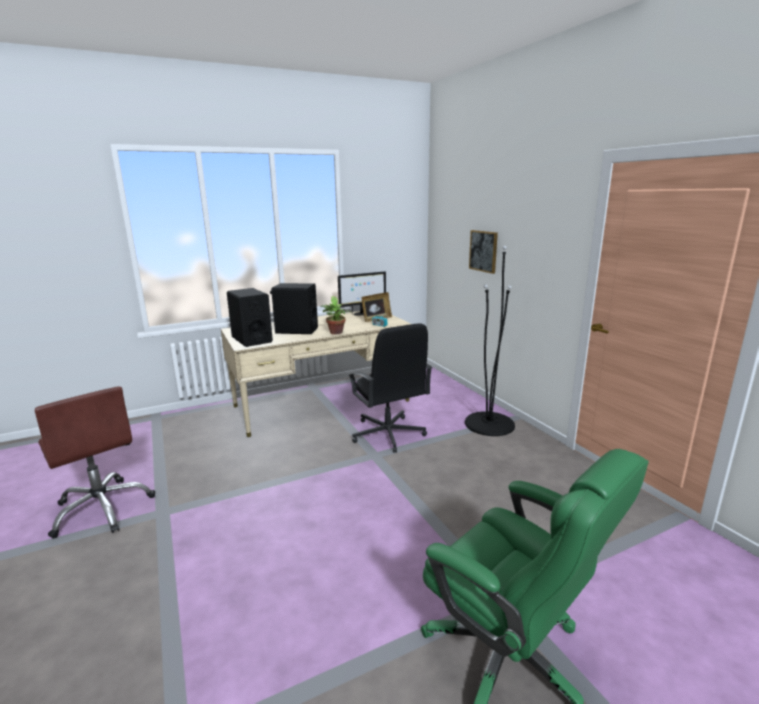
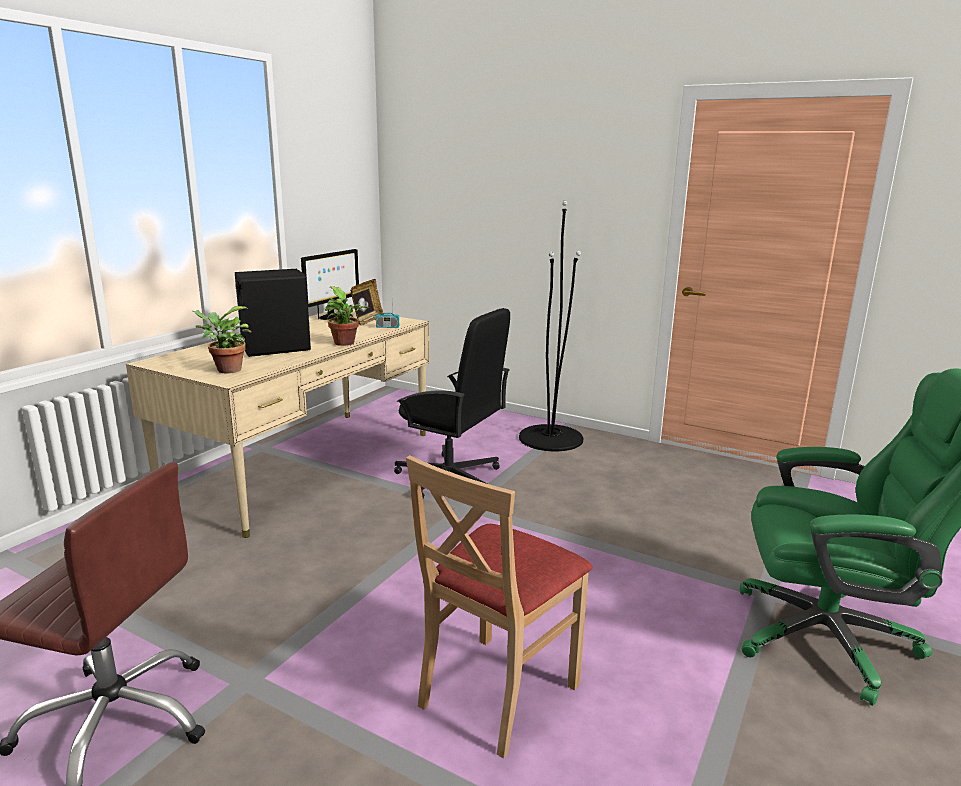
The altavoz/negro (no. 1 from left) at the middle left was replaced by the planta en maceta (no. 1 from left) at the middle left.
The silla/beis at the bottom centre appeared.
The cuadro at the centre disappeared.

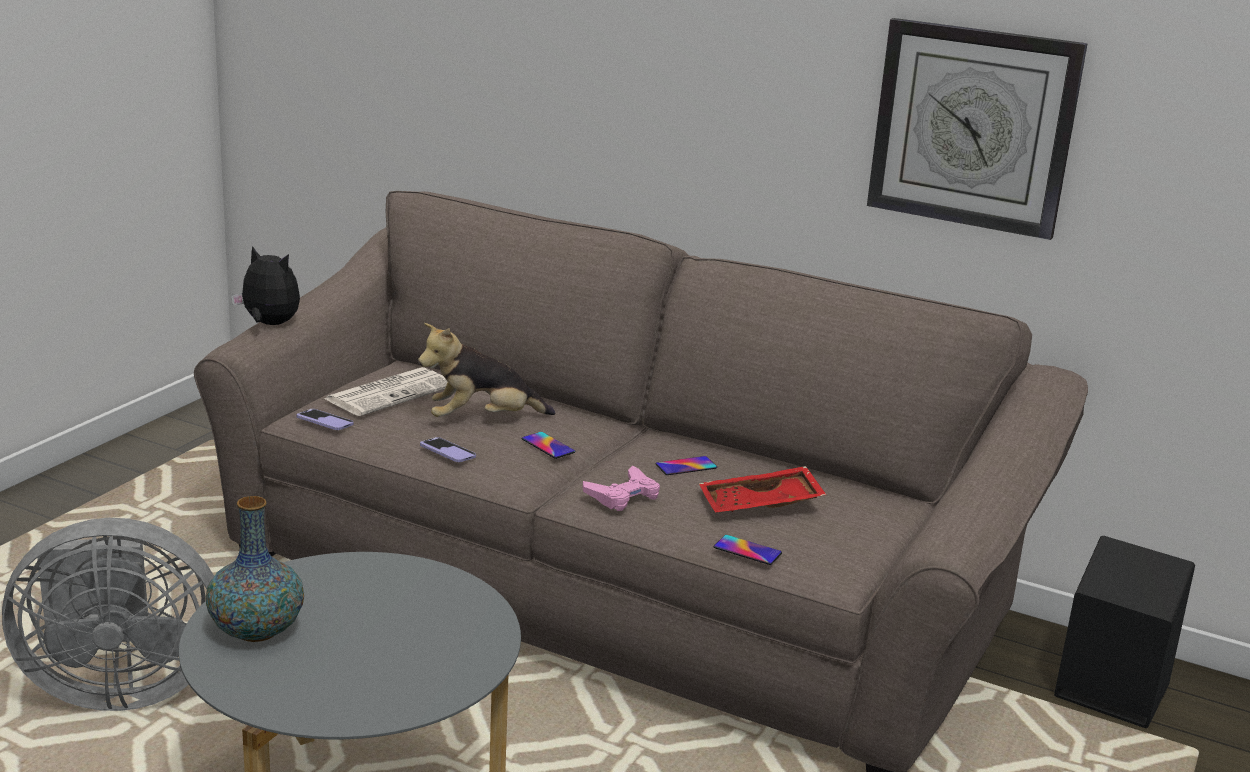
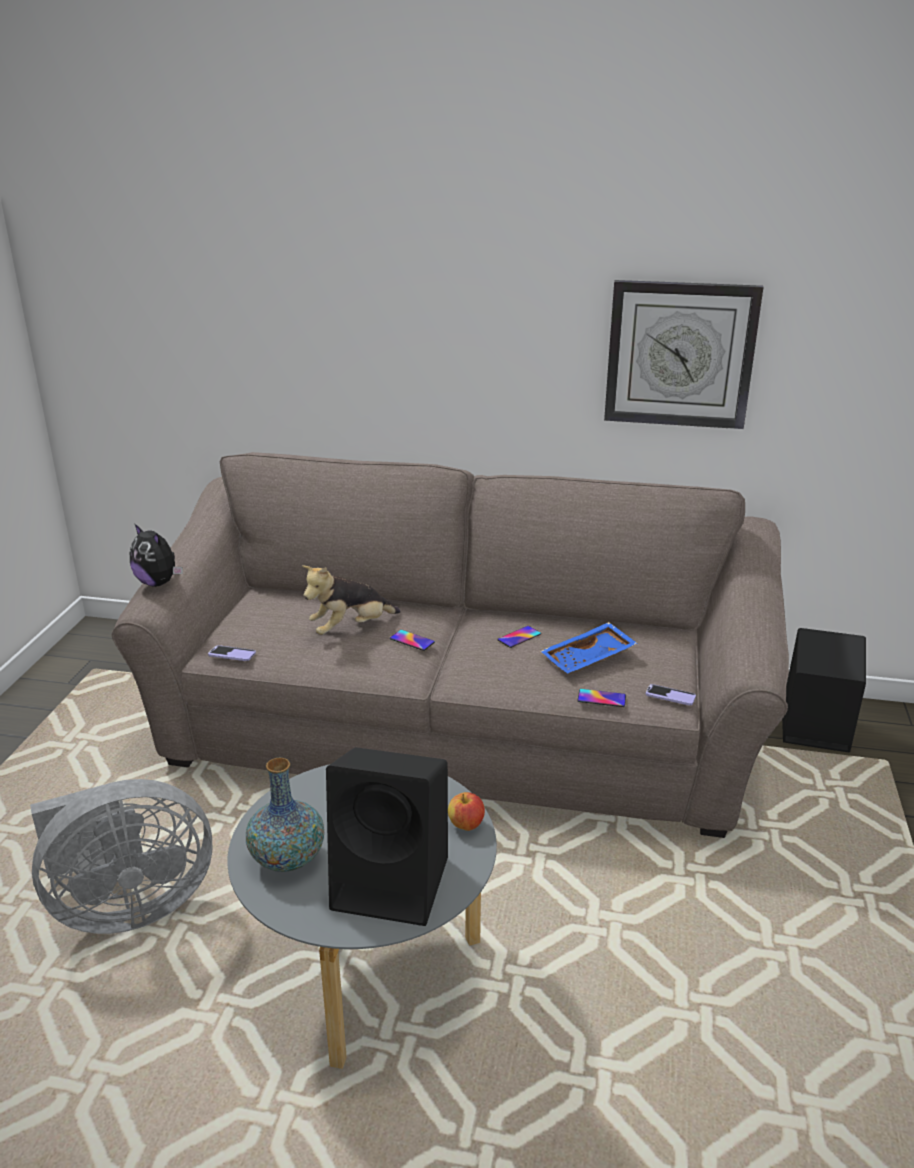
The peluche (no. 1 from left) at the middle left turned 150 degrees counterclockwise.
The altavoz/negro (no. 1 from left) at the bottom centre appeared.
The manzana at the bottom centre appeared.
The bandeja/rojo at the centre became the bandeja/azul at the centre.
The móvil (no. 2 from left in the first image) moved from the centre to the middle right.
The periódico at the middle left disappeared.
The mando de consola/rosa at the centre disappeared.

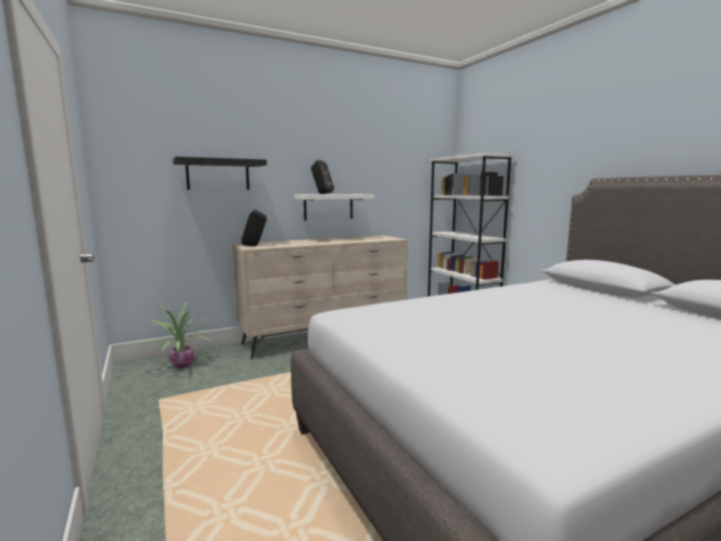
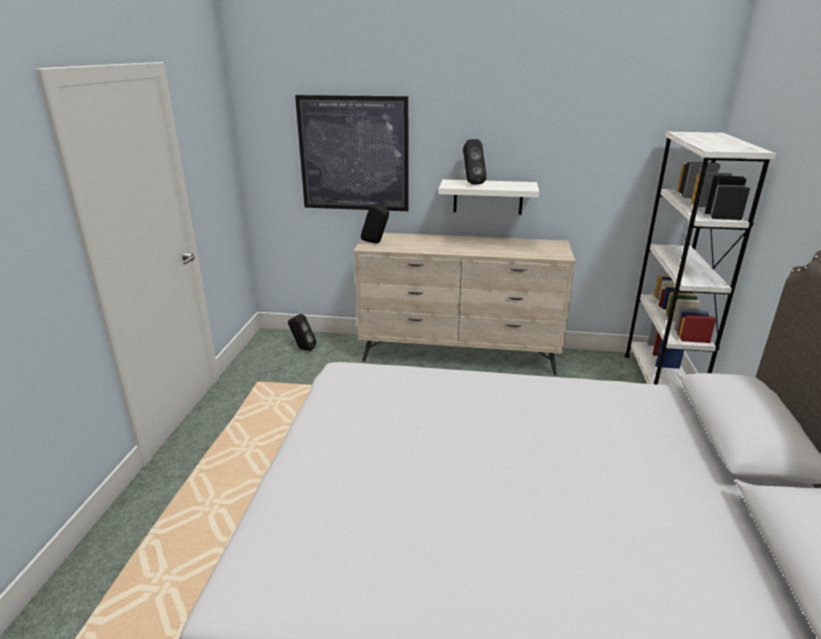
The planta en maceta at the middle left was replaced by the altavoz/negro (no. 1 from left) at the centre.
The estante/negro at the top left was replaced by the cuadro at the top centre.

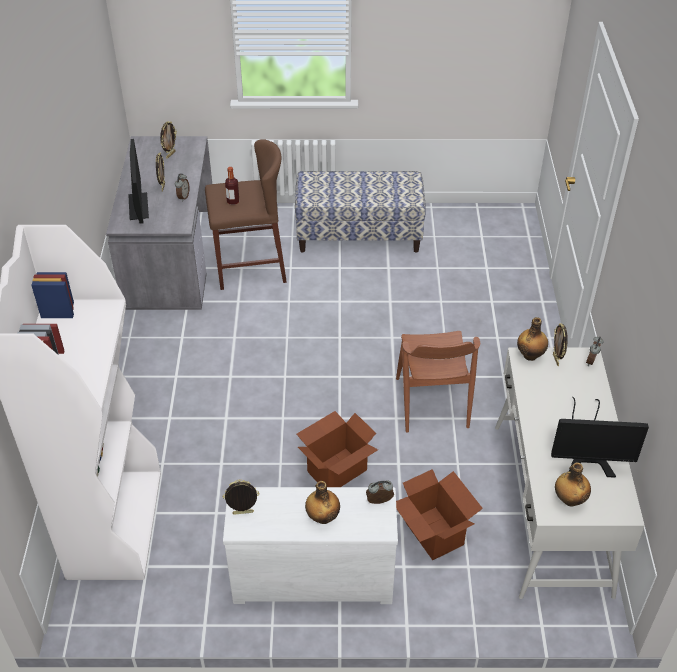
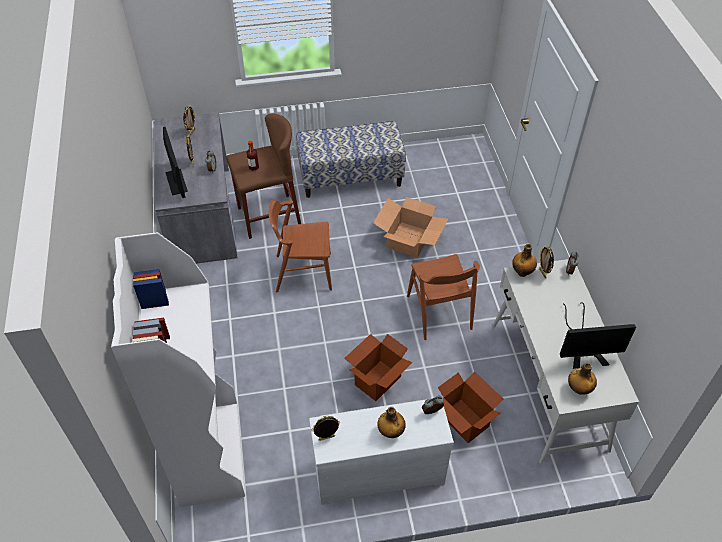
The silla/marrón (no. 1 from left) at the centre appeared.
The caja de cartón (no. 2 from left) at the centre appeared.

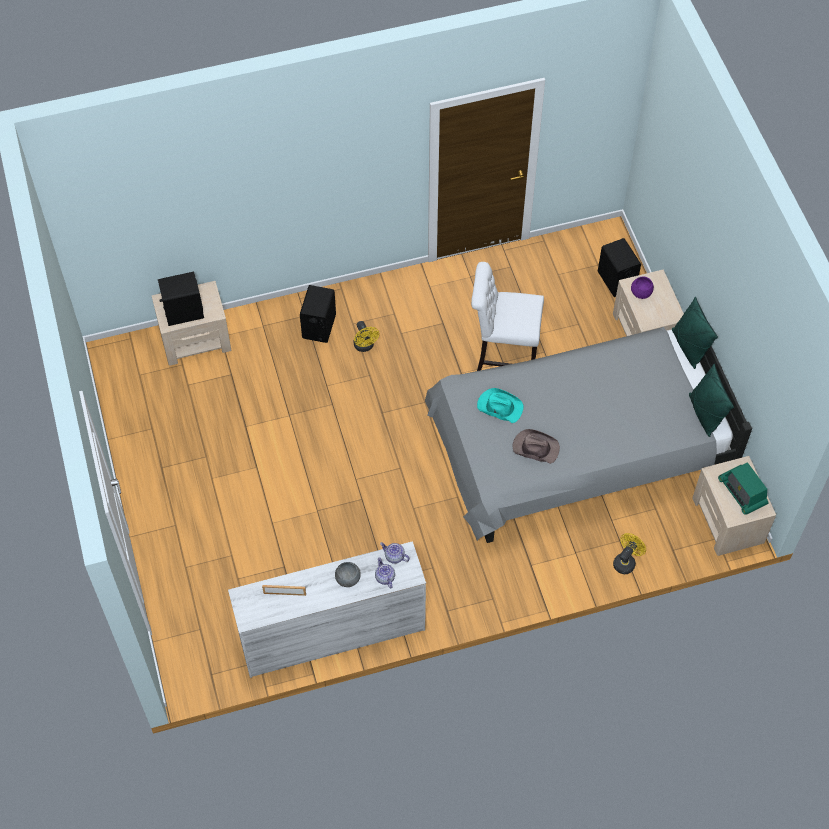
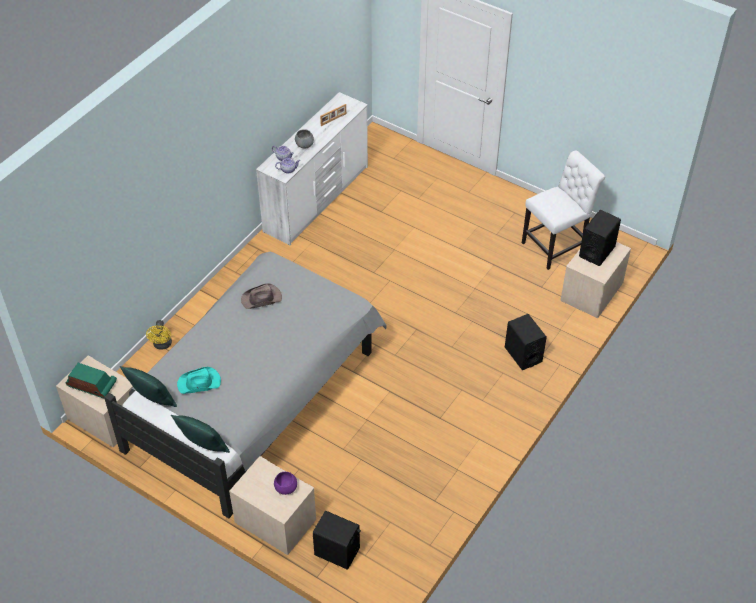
The sombrero/turquesa moved from the centre to the middle left.
The silla/blanco moved from the centre to the middle right.
The ventilador/amarillo (no. 1 from left) at the centre disappeared.

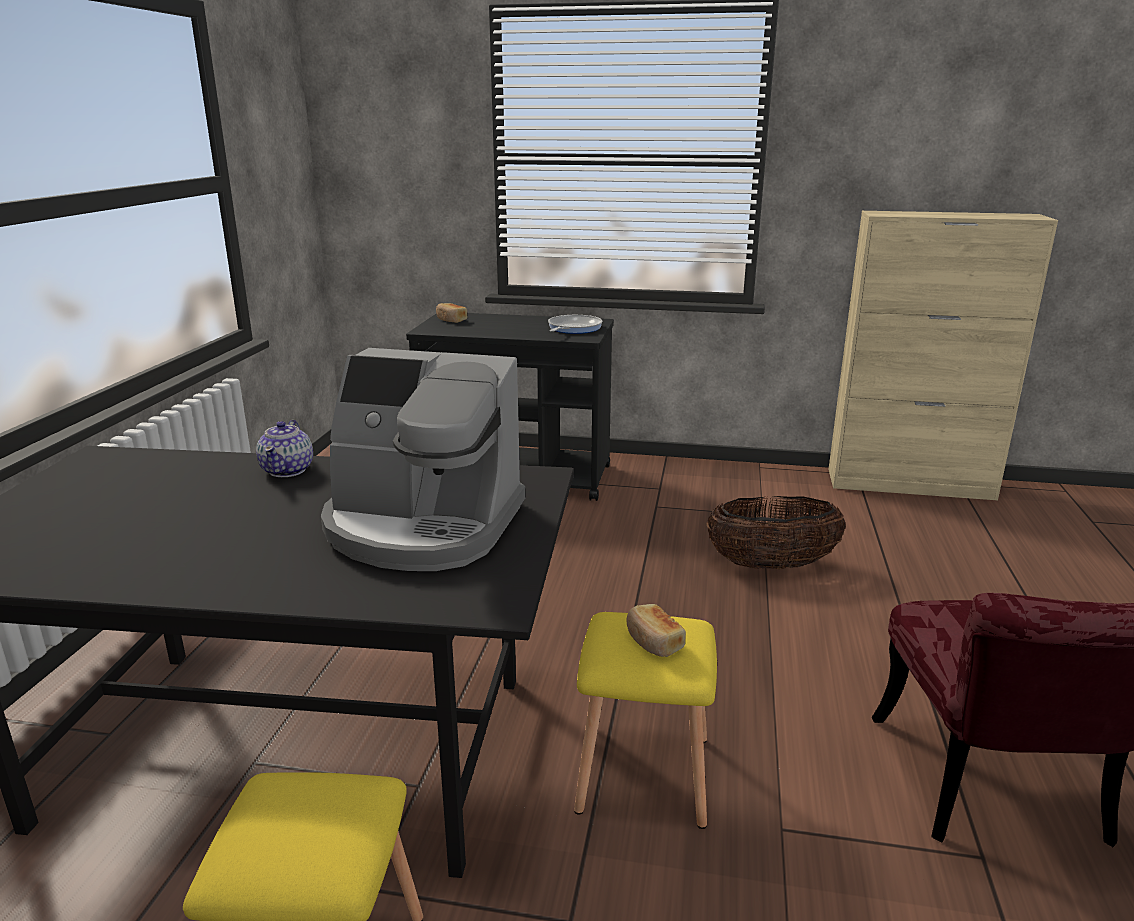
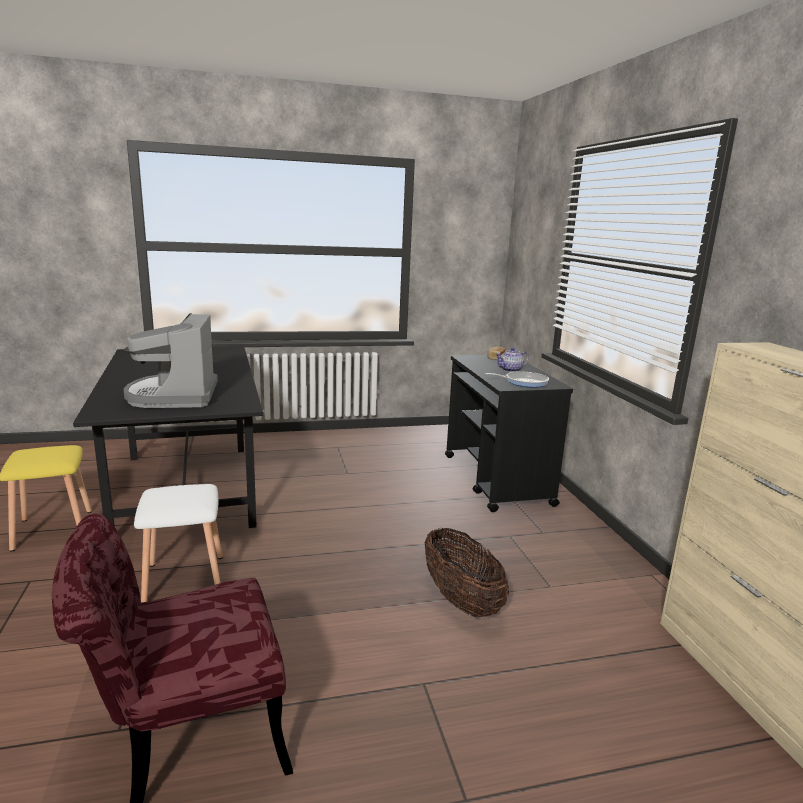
The taburete/amarillo (no. 2 from left) at the bottom centre became the taburete/blanco at the bottom left.
The tetera moved from the middle left to the centre.
The pan (no. 2 from left) at the bottom centre disappeared.

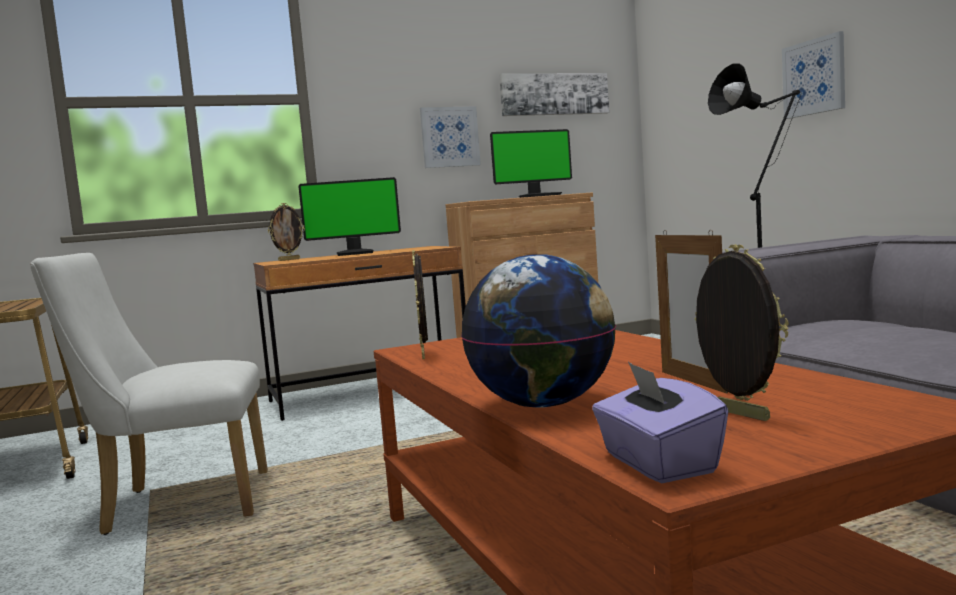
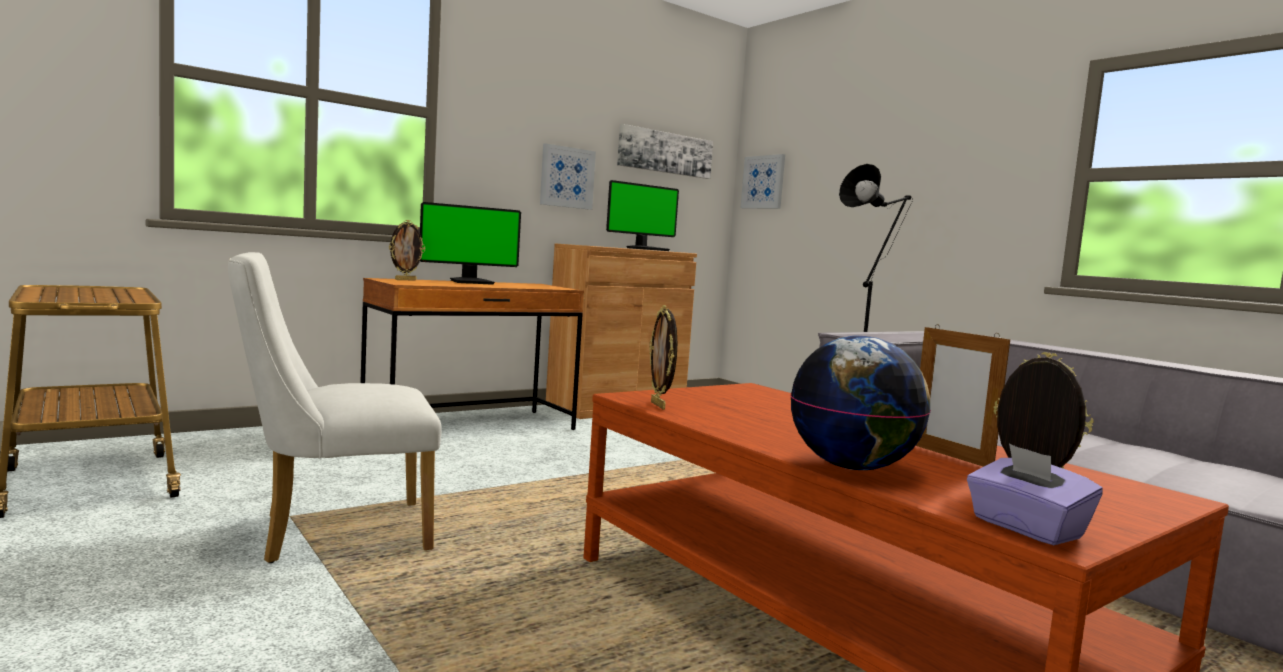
The cuadro (no. 3 from left) moved from the top right to the top centre.

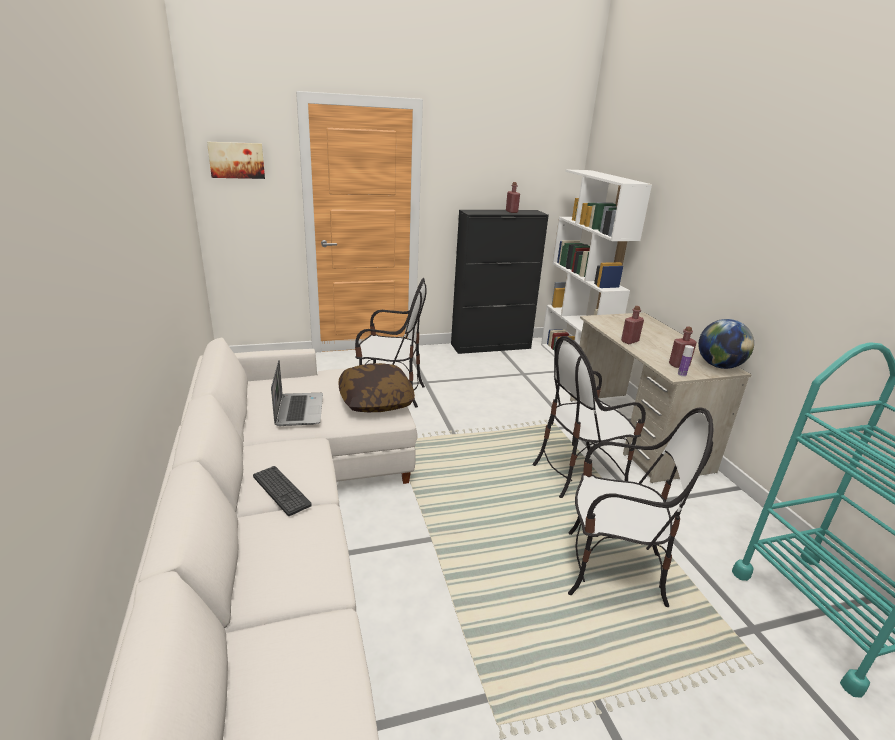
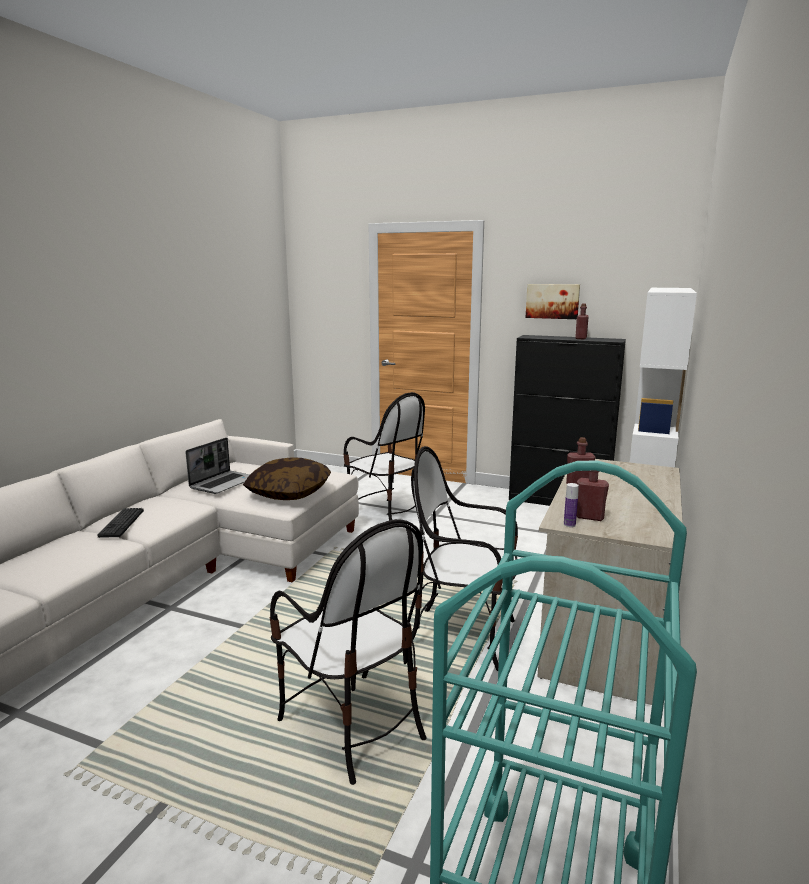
The cuadro moved from the top left to the middle right.
The globo terráqueo at the middle right disappeared.

